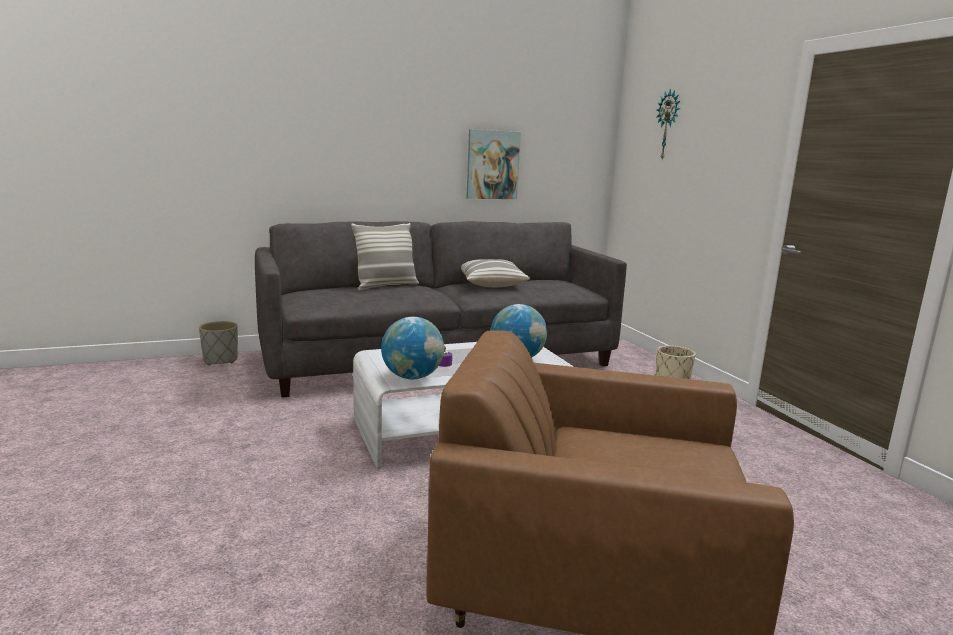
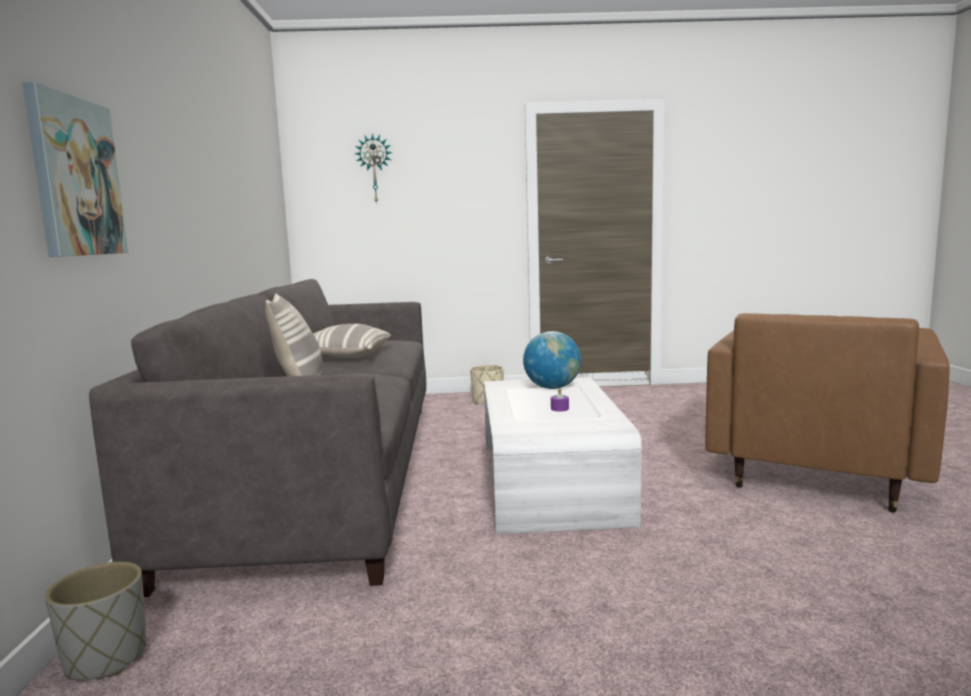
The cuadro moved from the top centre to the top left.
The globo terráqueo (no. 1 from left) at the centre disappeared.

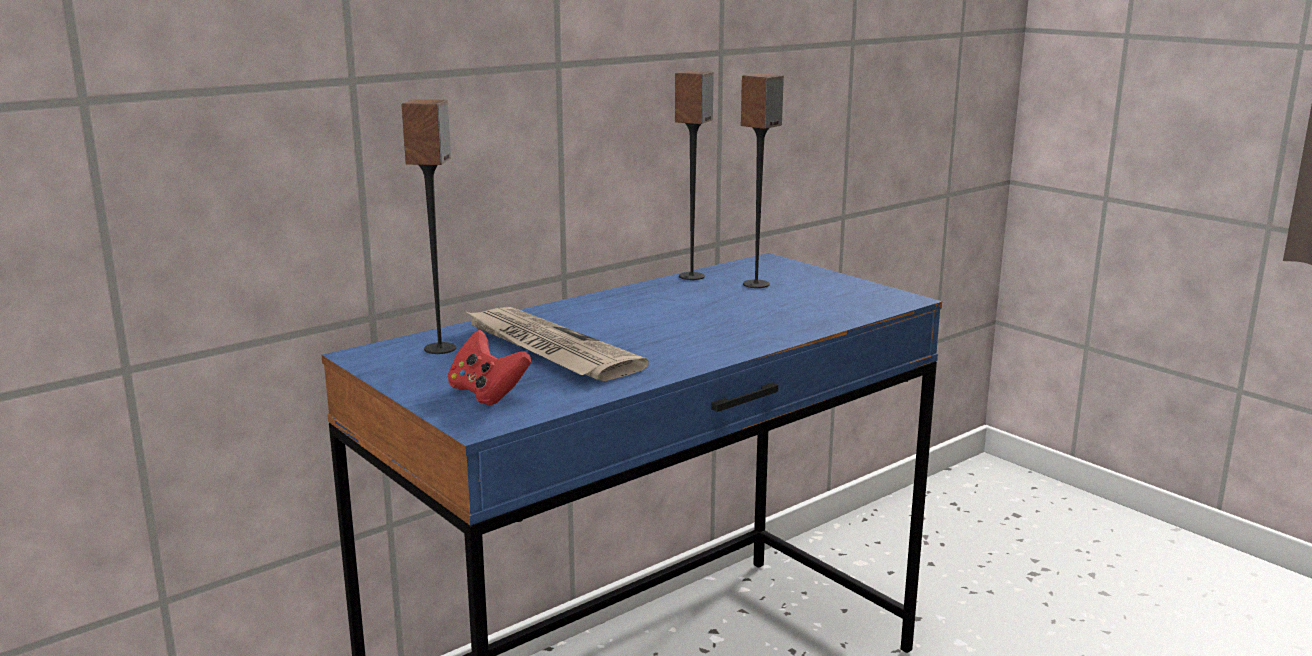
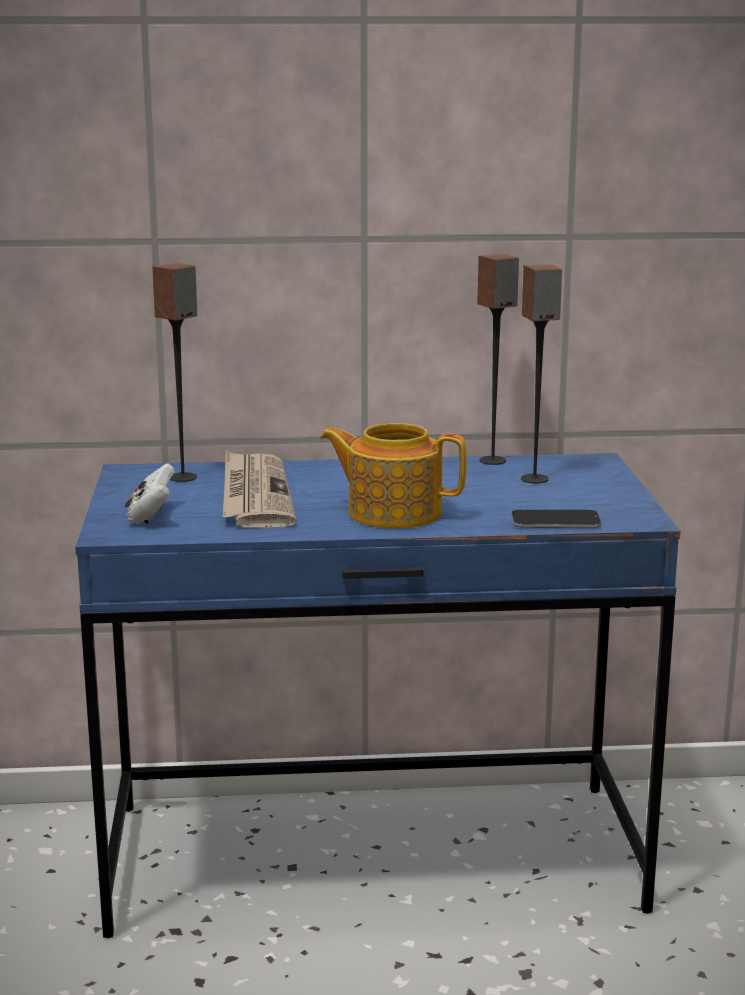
The mando de consola/rojo at the centre became the mando de consola/blanco at the middle left.
The tetera at the centre appeared.
The móvil at the middle right appeared.

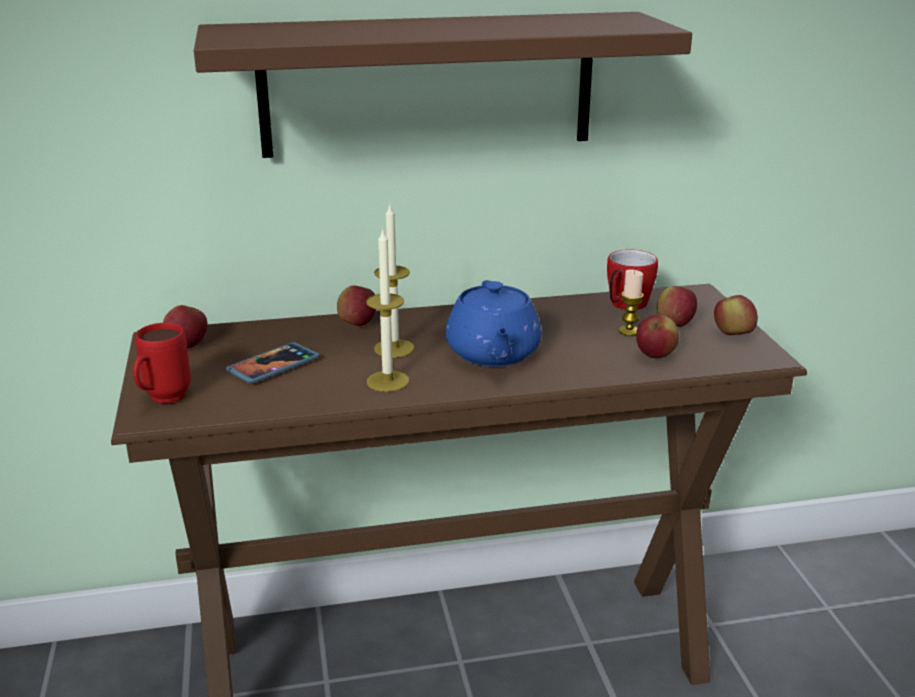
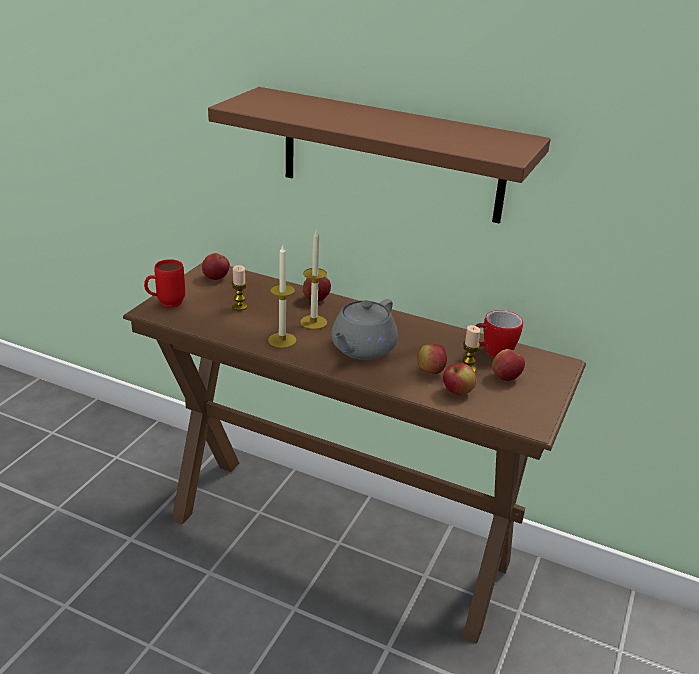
The móvil at the middle left was replaced by the vela (no. 1 from left) at the centre.
The tetera/azul at the centre became the tetera/gris at the centre.
The manzana (no. 5 from left in the first image) moved from the middle right to the centre.

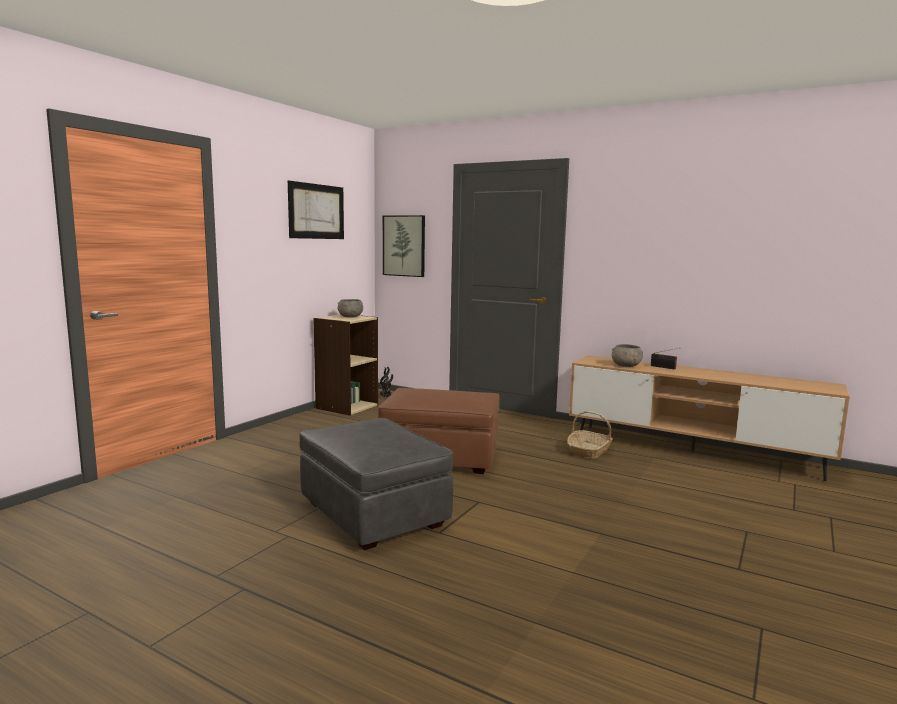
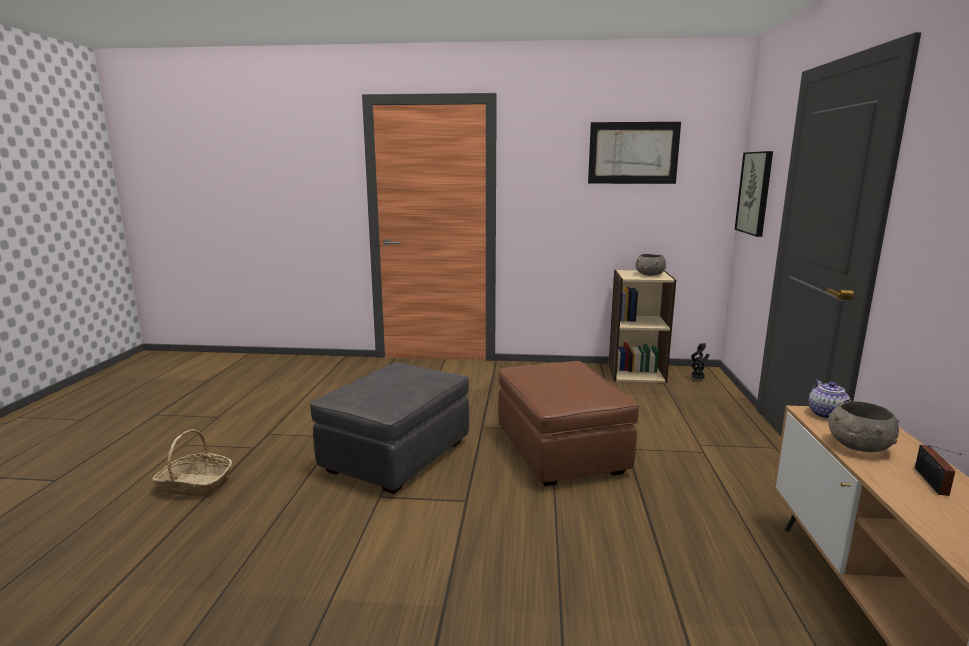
The cesta moved from the centre to the bottom left.
The tetera at the middle right appeared.

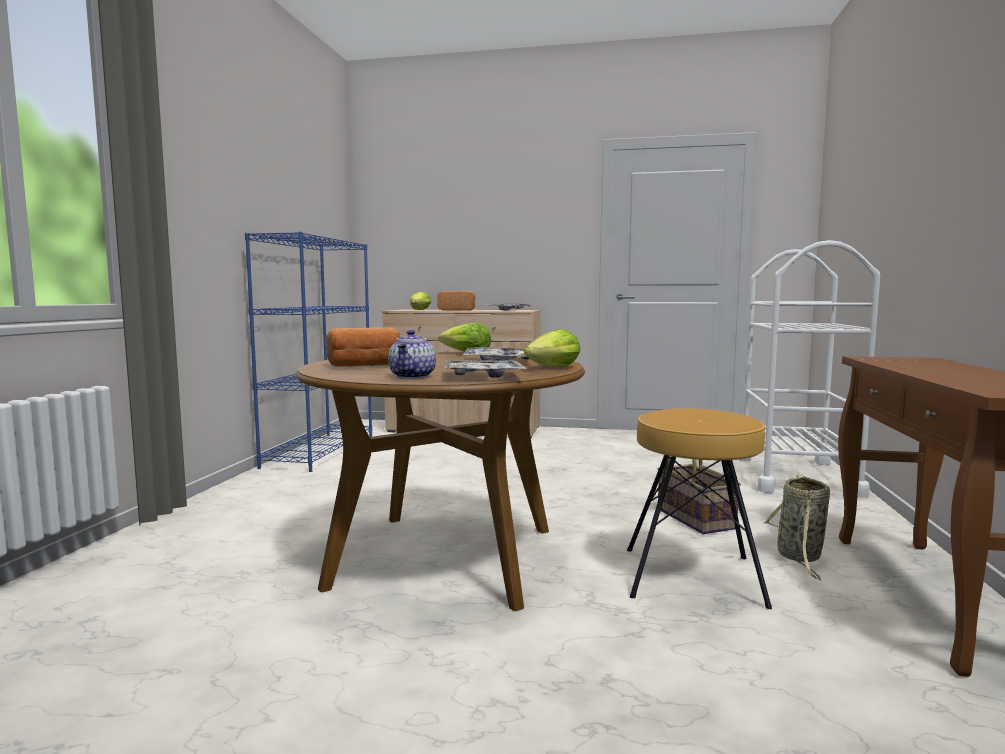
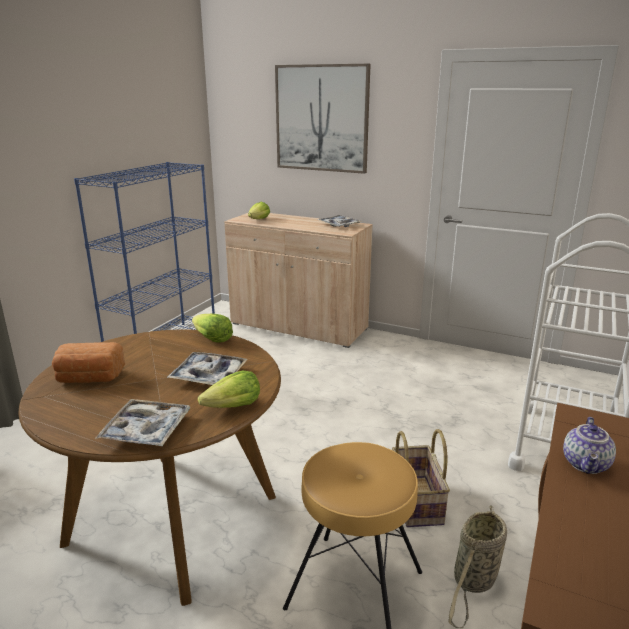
The cuadro at the top centre appeared.
The tetera moved from the centre to the bottom right.
The pan (no. 2 from left) at the centre disappeared.

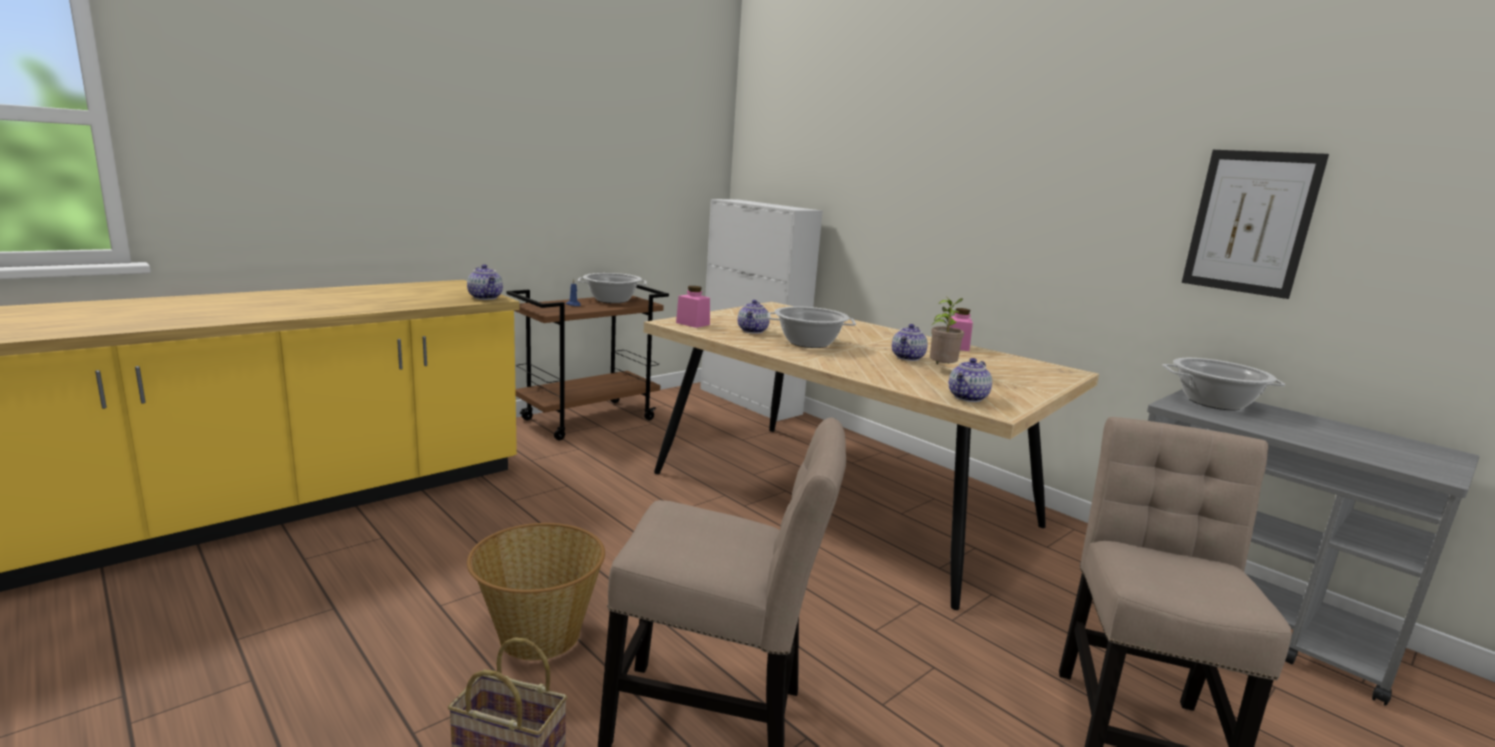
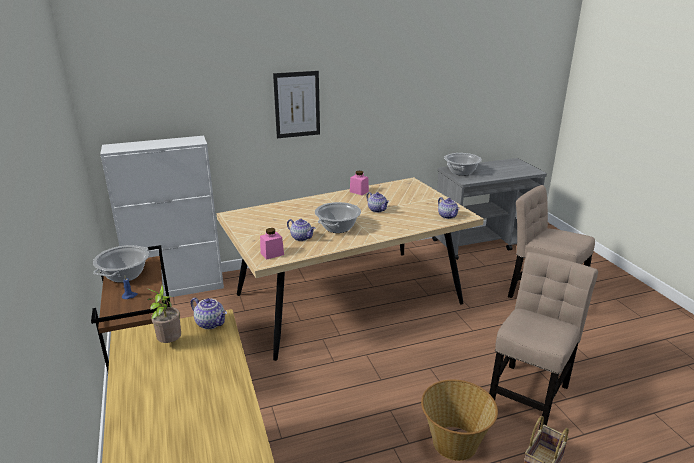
The planta en maceta moved from the centre to the bottom left.
The tetera (no. 1 from left) at the middle left turned 45 degrees clockwise.
The cuadro moved from the top right to the top centre.

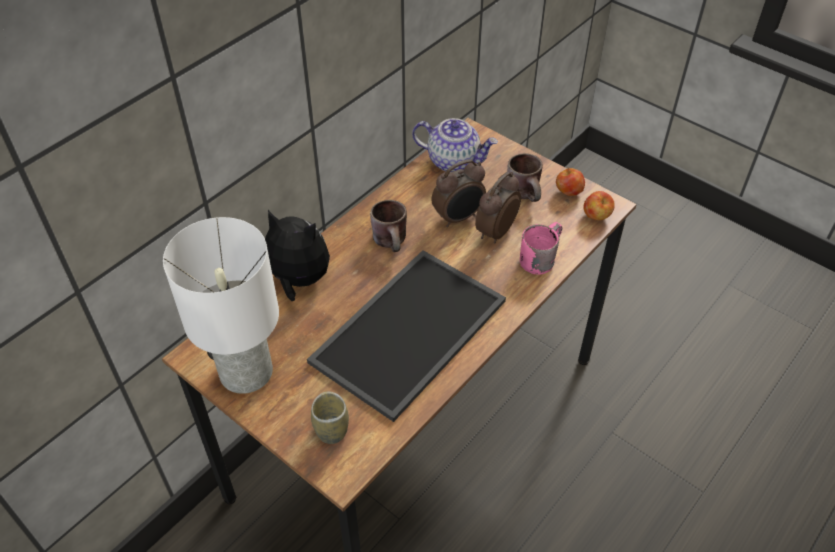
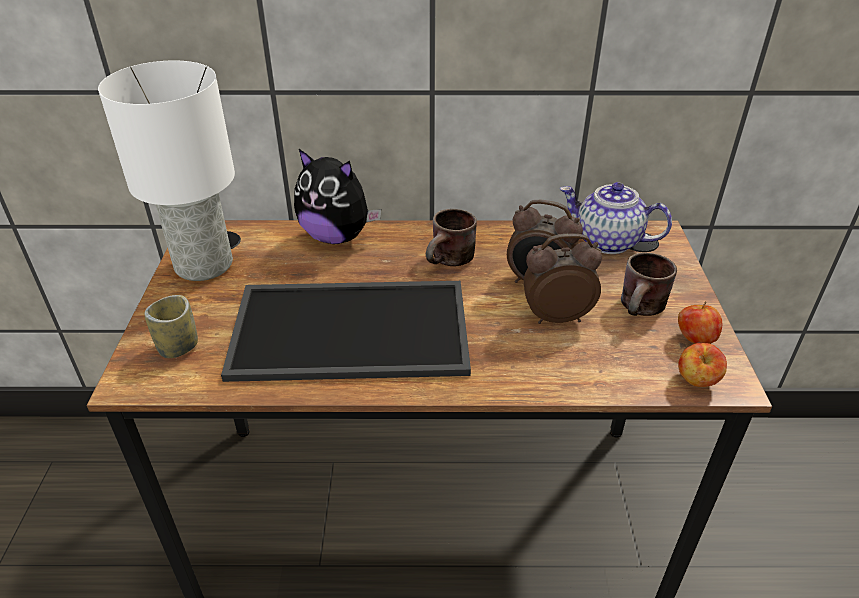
The peluche at the centre turned 135 degrees clockwise.
The tetera at the top centre turned 135 degrees clockwise.
The taza grande/rosa at the centre disappeared.

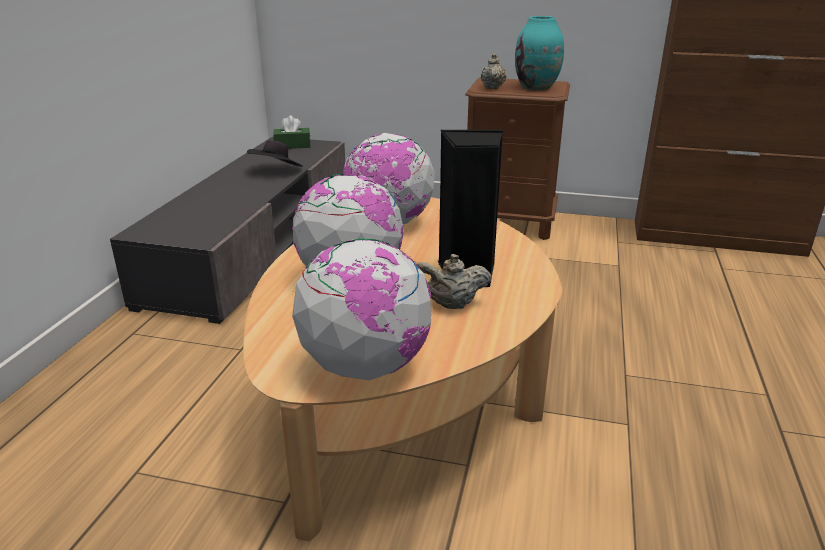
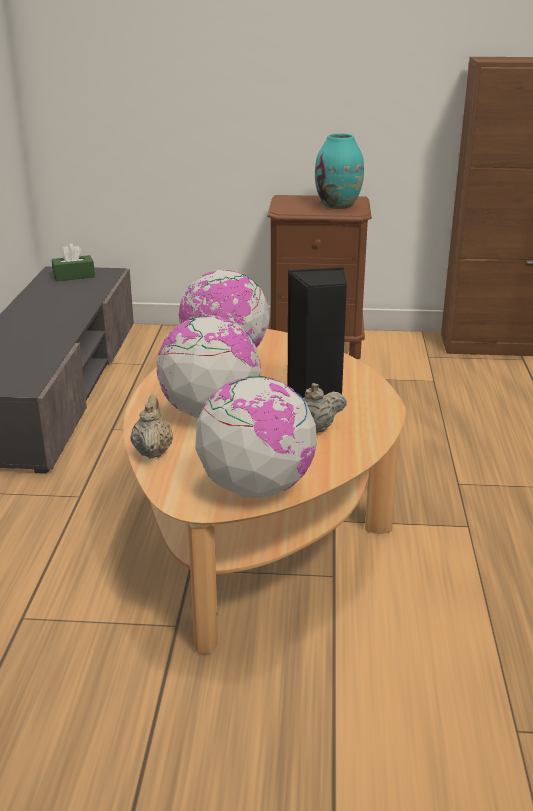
The tetera/beis (no. 2 from left in the first image) moved from the top centre to the middle left.
The sombrero/negro at the top centre disappeared.

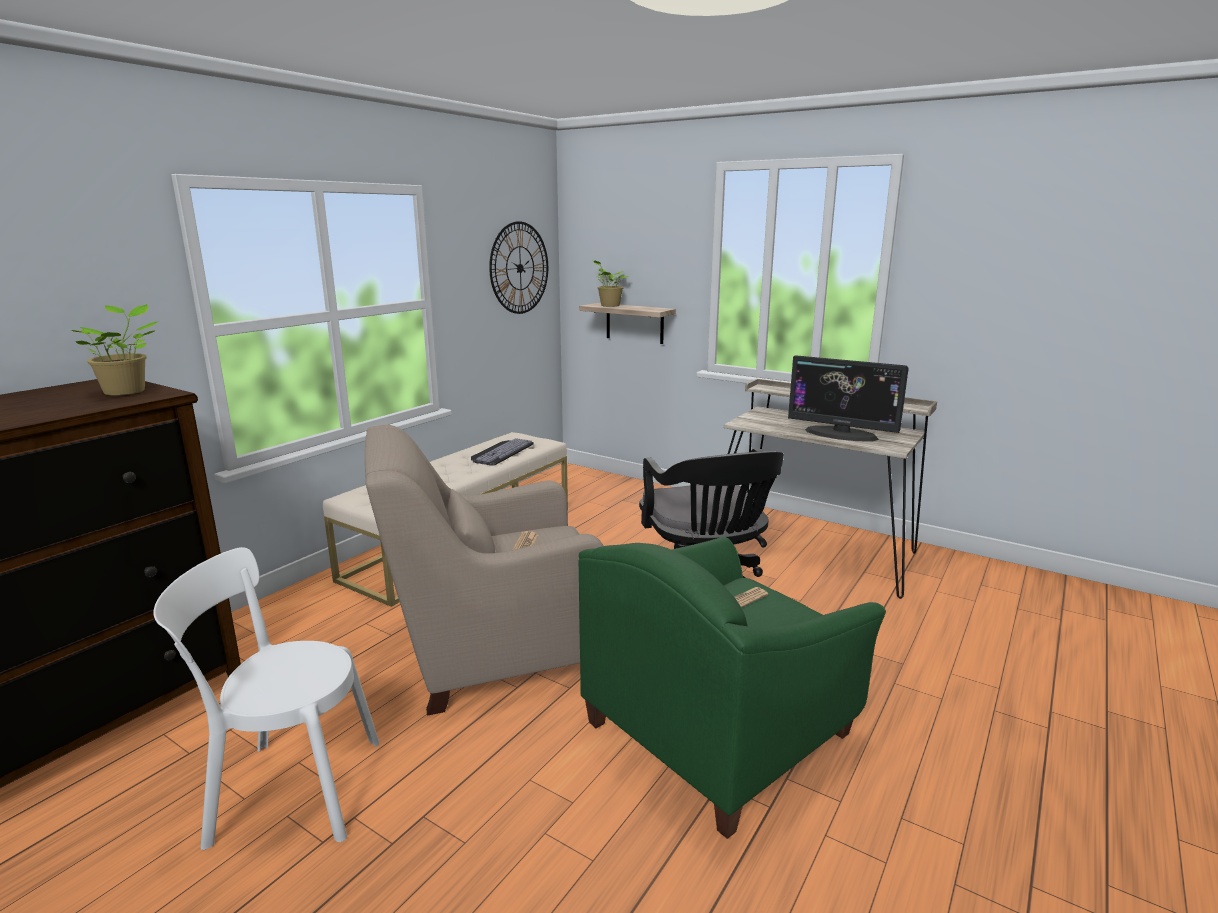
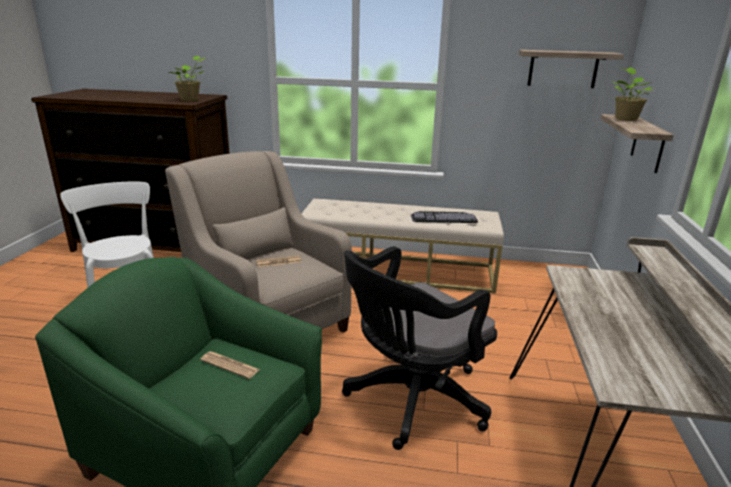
The reloj de pared at the top centre was replaced by the estante (no. 1 from left) at the top right.
The monitor at the middle right disappeared.

